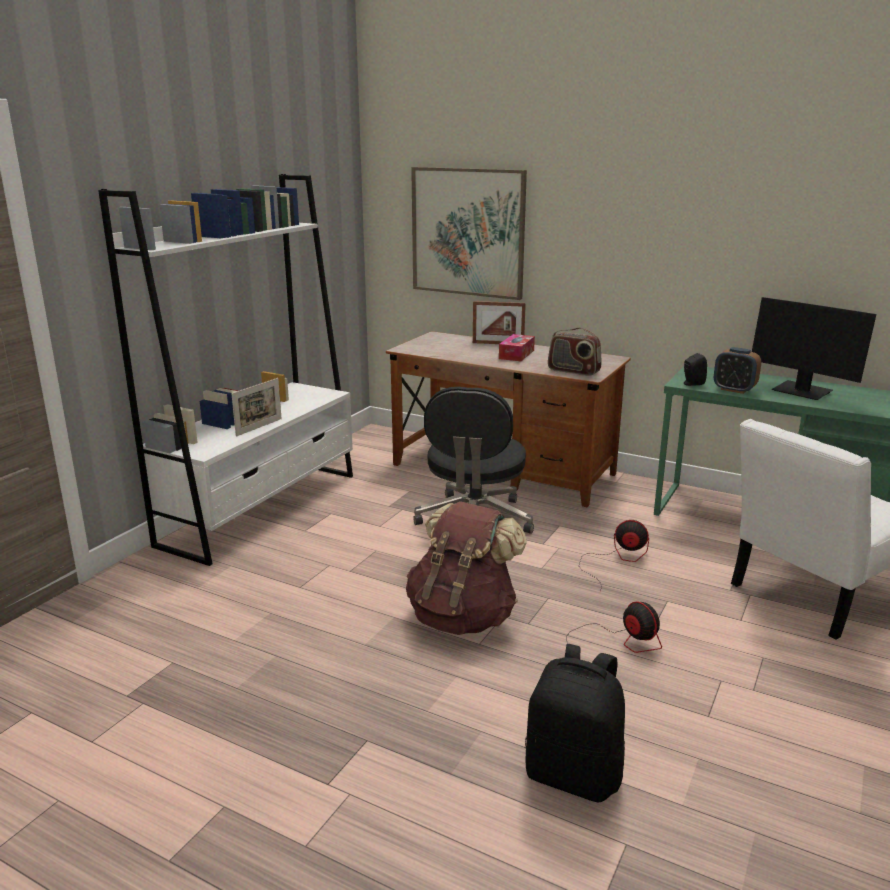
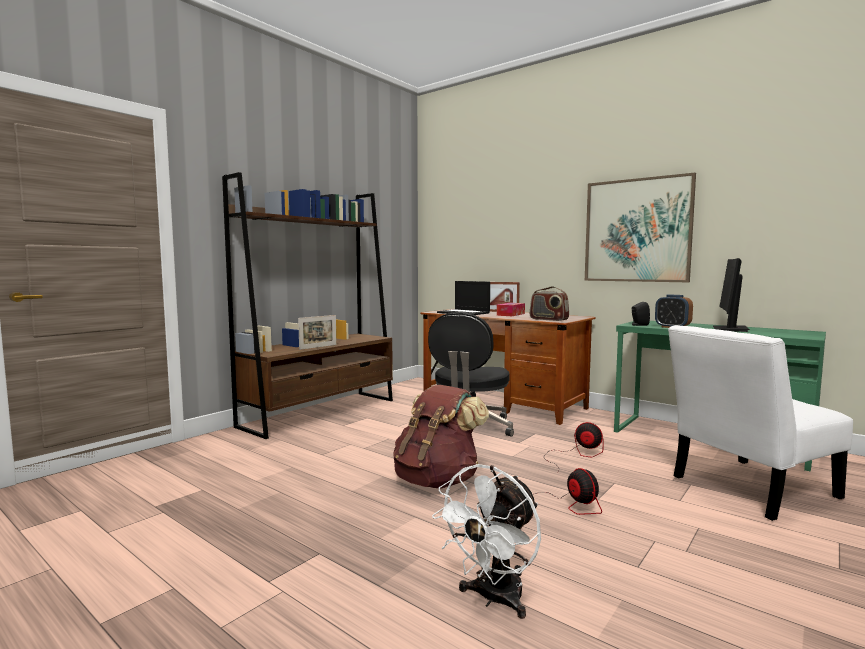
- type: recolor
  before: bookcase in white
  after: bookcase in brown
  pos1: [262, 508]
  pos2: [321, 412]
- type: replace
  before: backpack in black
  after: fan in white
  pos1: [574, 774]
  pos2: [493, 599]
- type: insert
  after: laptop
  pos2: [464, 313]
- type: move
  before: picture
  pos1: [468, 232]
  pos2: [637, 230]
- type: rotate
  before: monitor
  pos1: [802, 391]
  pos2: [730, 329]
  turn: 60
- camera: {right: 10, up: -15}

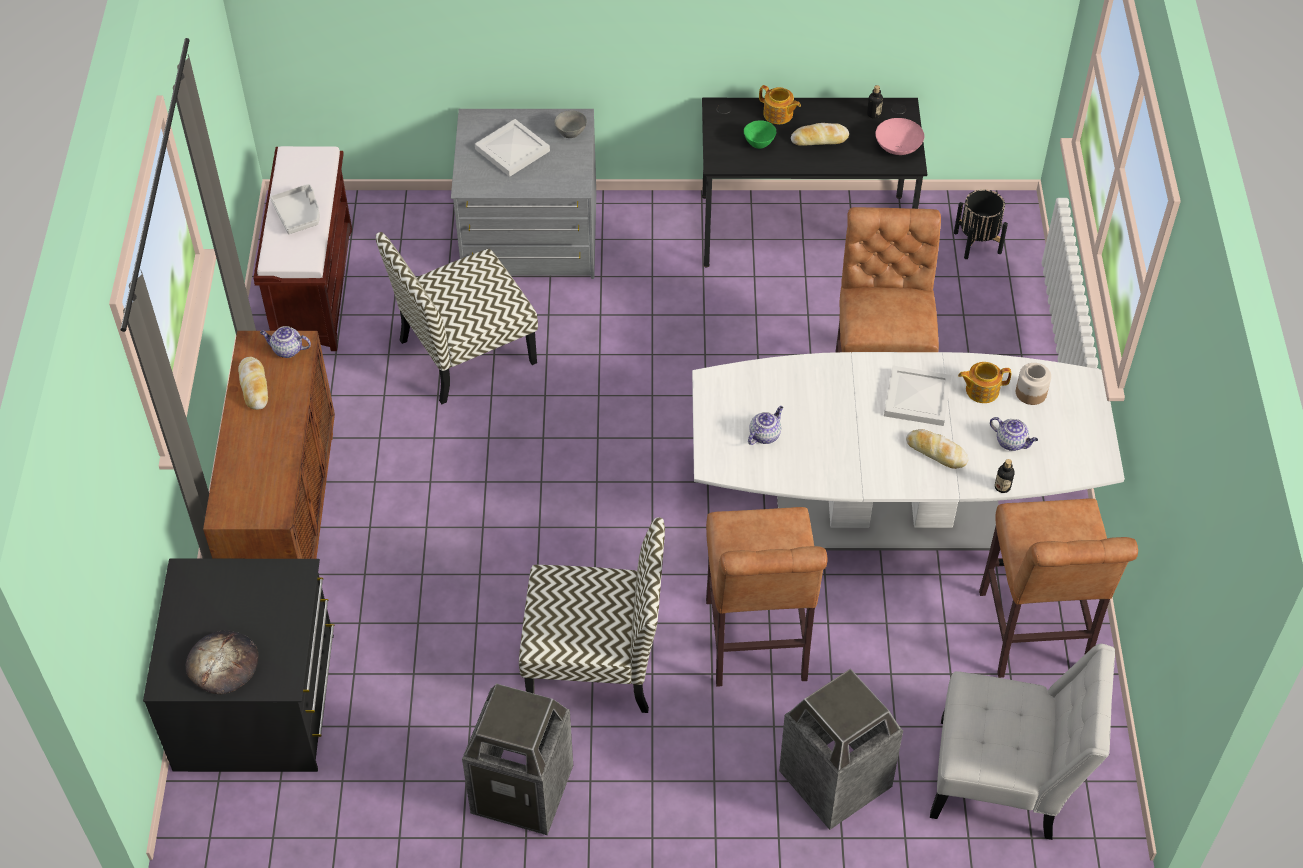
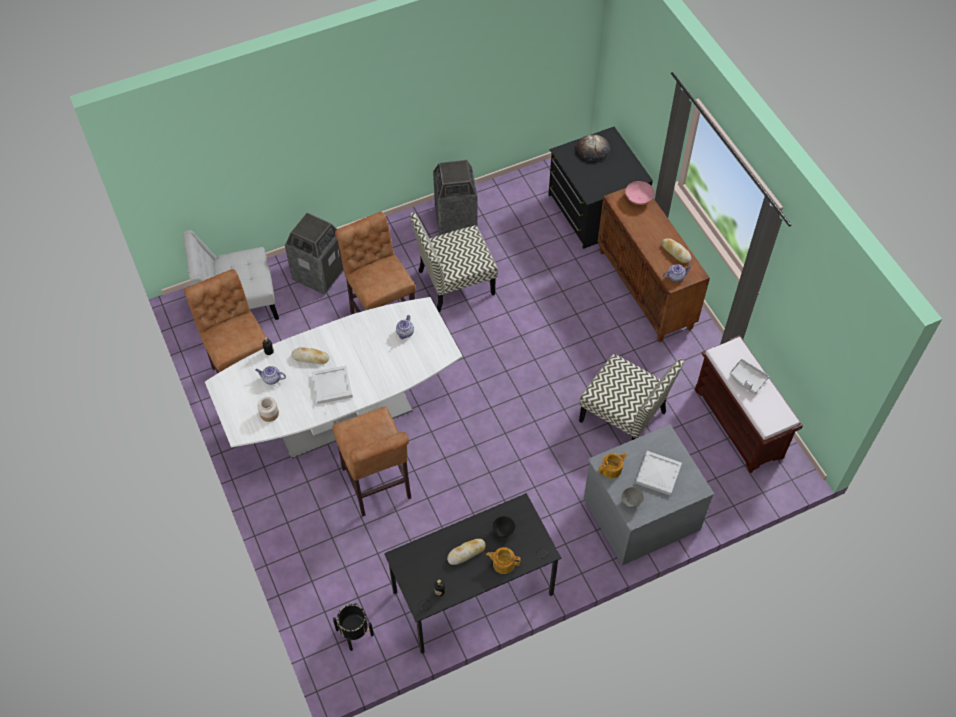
- type: recolor
  before: bowl in green
  after: bowl in black
  pos1: [759, 144]
  pos2: [503, 531]
- type: rotate
  before: chair
  pos1: [465, 353]
  pos2: [624, 417]
  turn: 90
- type: move
  before: teapot
  pos1: [981, 390]
  pos2: [612, 469]
- type: move
  before: bowl in pink
  pos1: [898, 148]
  pos2: [638, 199]
- camera: {right: 155, up: 5}

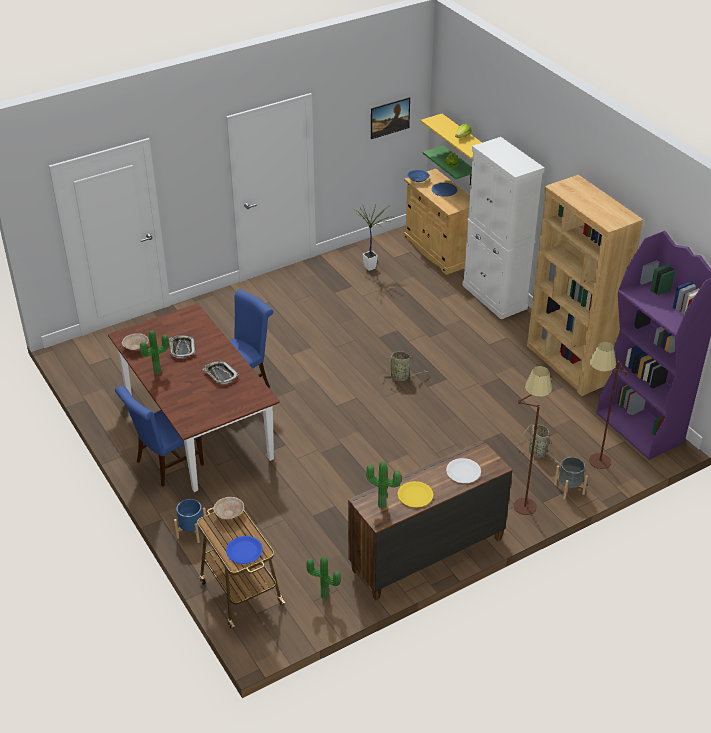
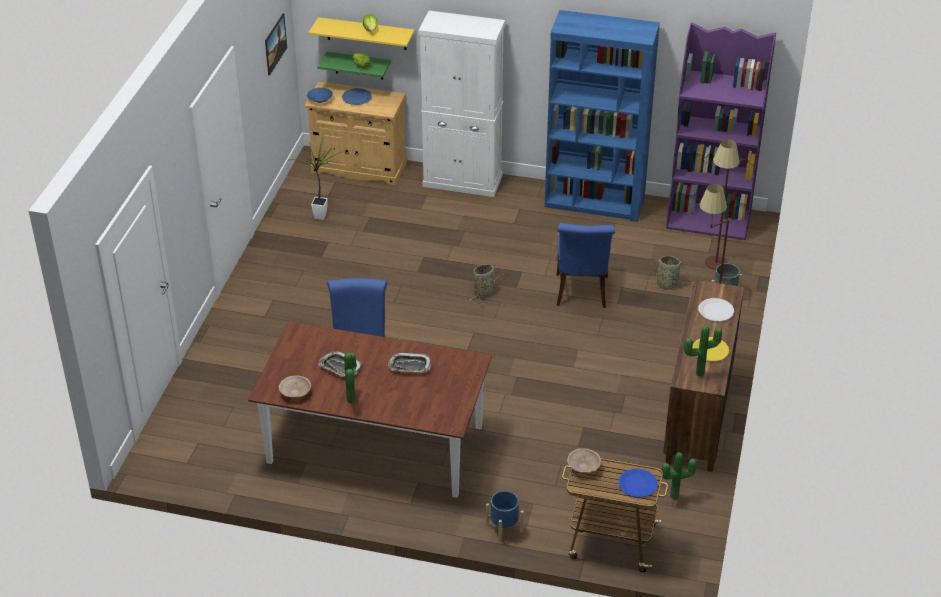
- type: recolor
  before: bookcase in brown
  after: bookcase in blue
  pos1: [568, 364]
  pos2: [595, 202]
- type: move
  before: chair in blue
  pos1: [166, 464]
  pos2: [581, 293]
- camera: {right: -45, up: 0}

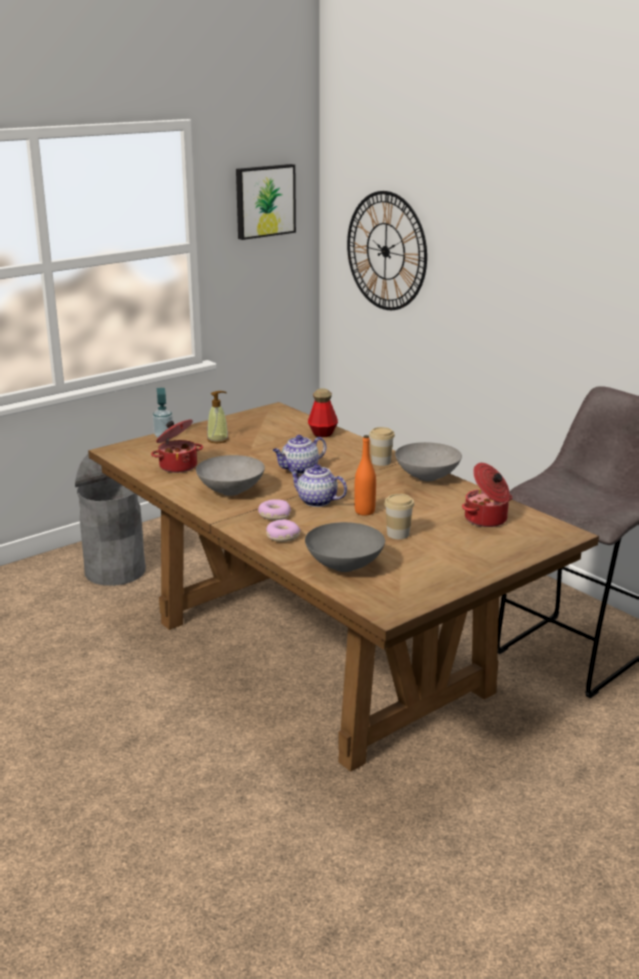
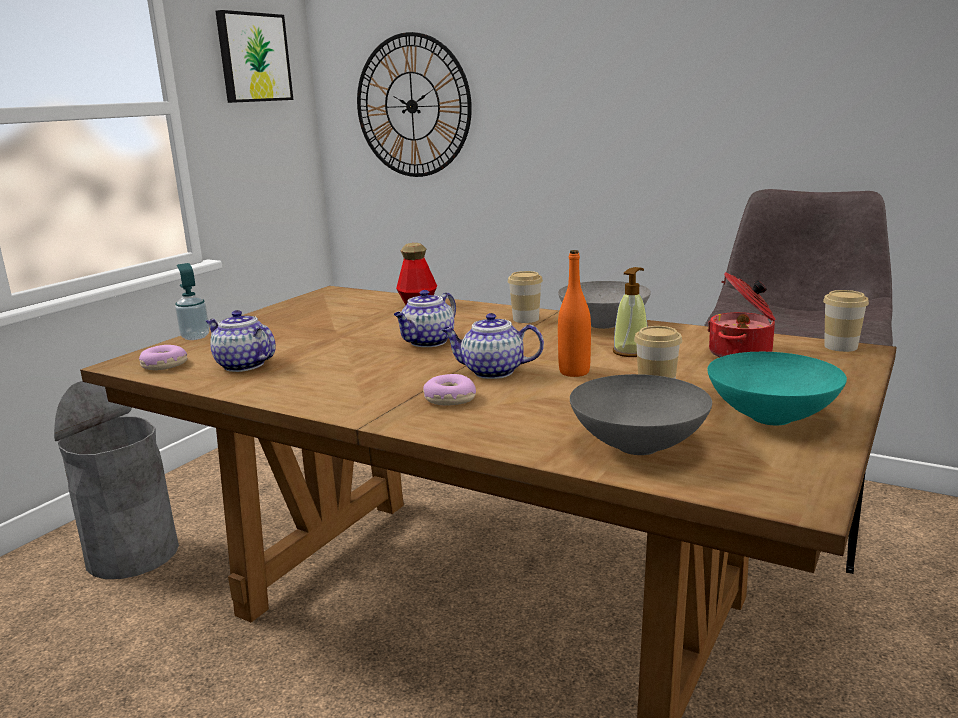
- type: move
  before: donut
  pos1: [282, 536]
  pos2: [163, 365]
- type: replace
  before: cooking pot
  after: teapot
  pos1: [178, 466]
  pos2: [242, 365]
- type: move
  before: soap dispenser
  pos1: [218, 440]
  pos2: [631, 352]
- type: insert
  after: bowl in turquoise
  pos2: [773, 418]
- type: insert
  after: cup
  pos2: [840, 346]
- type: delete
  before: bowl in grey
  pos1: [230, 491]
- camera: {right: -20, up: -5}

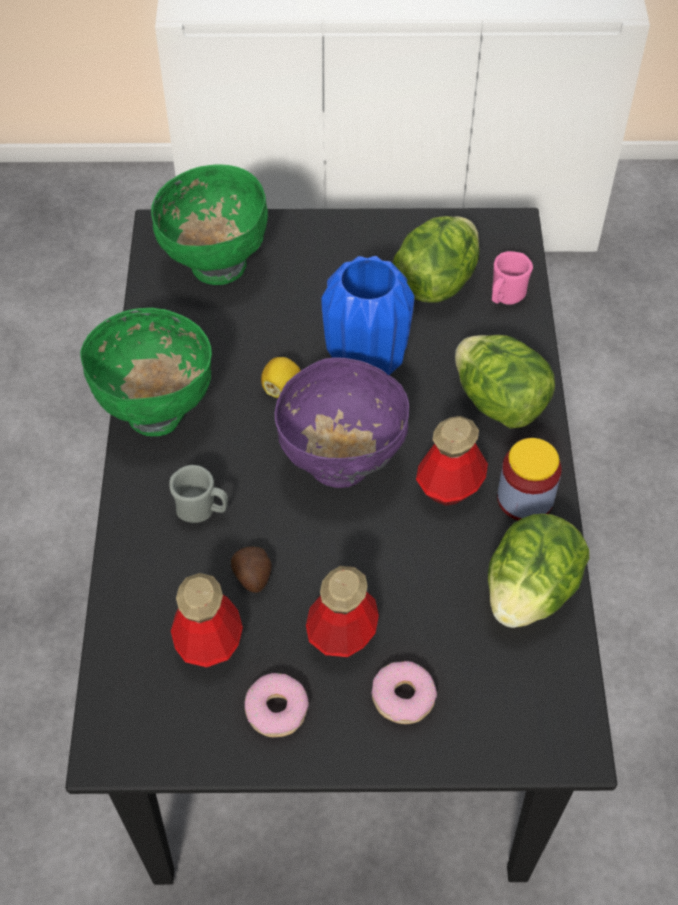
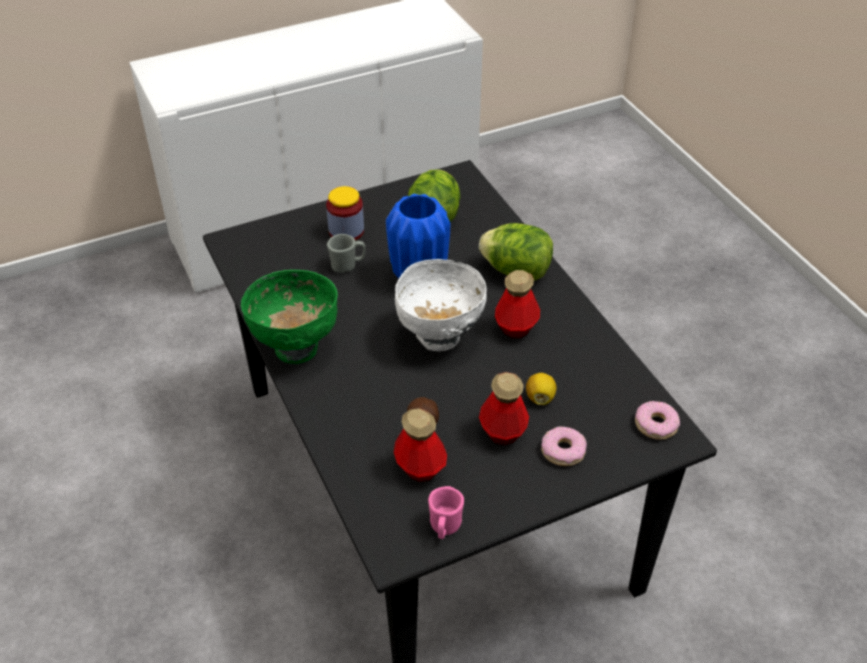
- type: move
  before: jar
  pos1: [525, 498]
  pos2: [346, 231]
- type: move
  before: mug in grey
  pos1: [202, 510]
  pos2: [347, 265]
- type: recolor
  before: bowl in purple
  after: bowl in white
  pos1: [340, 464]
  pos2: [439, 337]
- type: move
  before: mug in pink
  pos1: [505, 297]
  pos2: [444, 528]
- type: move
  before: lemon
  pos1: [281, 388]
  pos2: [540, 398]
- type: move
  before: donut
  pos1: [276, 709]
  pos2: [655, 425]
- type: delete
  before: bowl in green
  pos1: [216, 264]
- type: delete
  before: lettuce
  pos1: [530, 592]
- camera: {right: -25, up: -10}

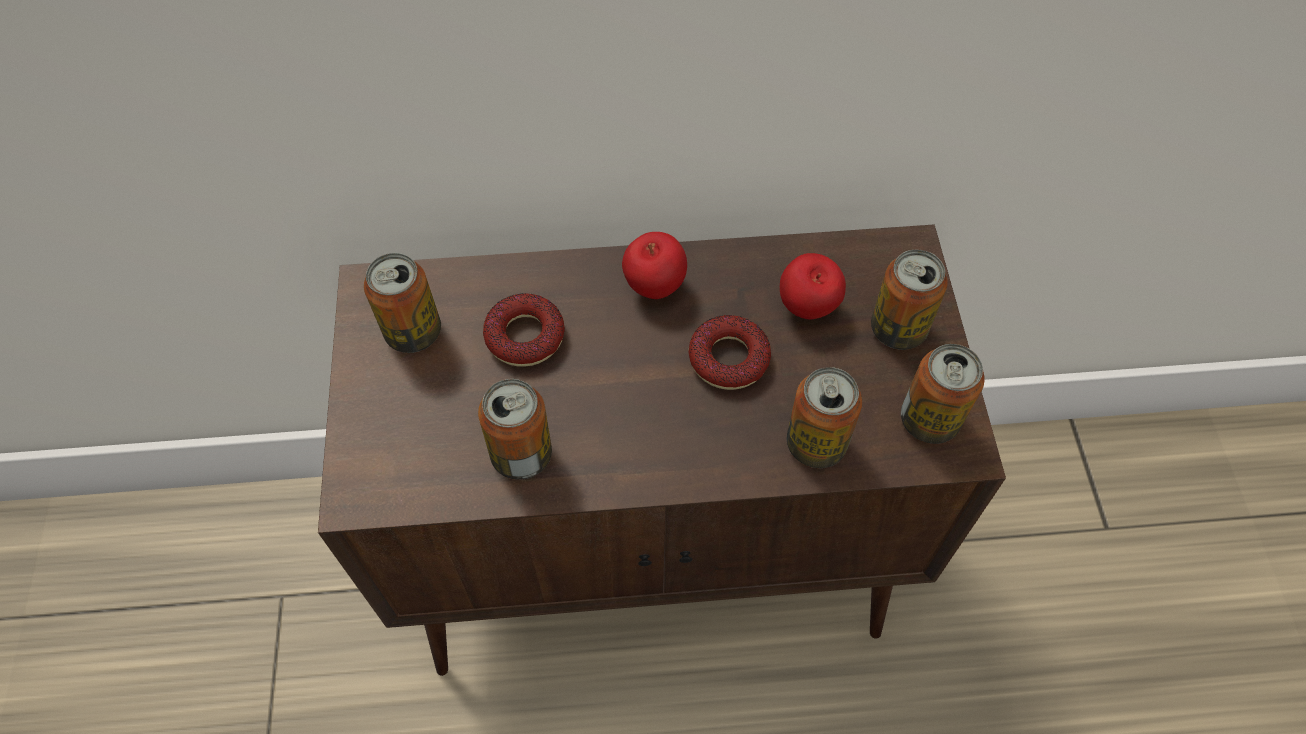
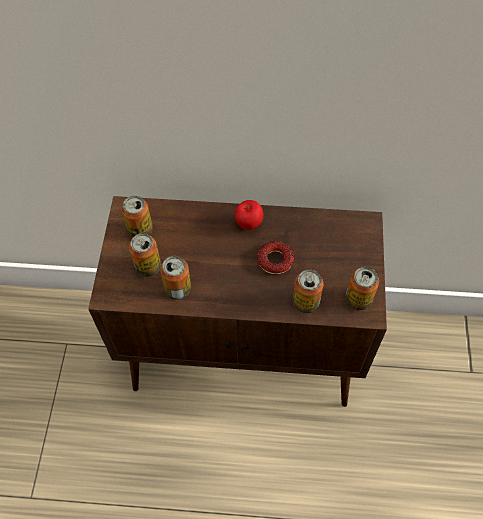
- type: move
  before: can
  pos1: [898, 329]
  pos2: [148, 267]
- type: delete
  before: donut
  pos1: [525, 336]
- type: delete
  before: apple
  pos1: [807, 308]
- camera: {right: 10, up: 0}

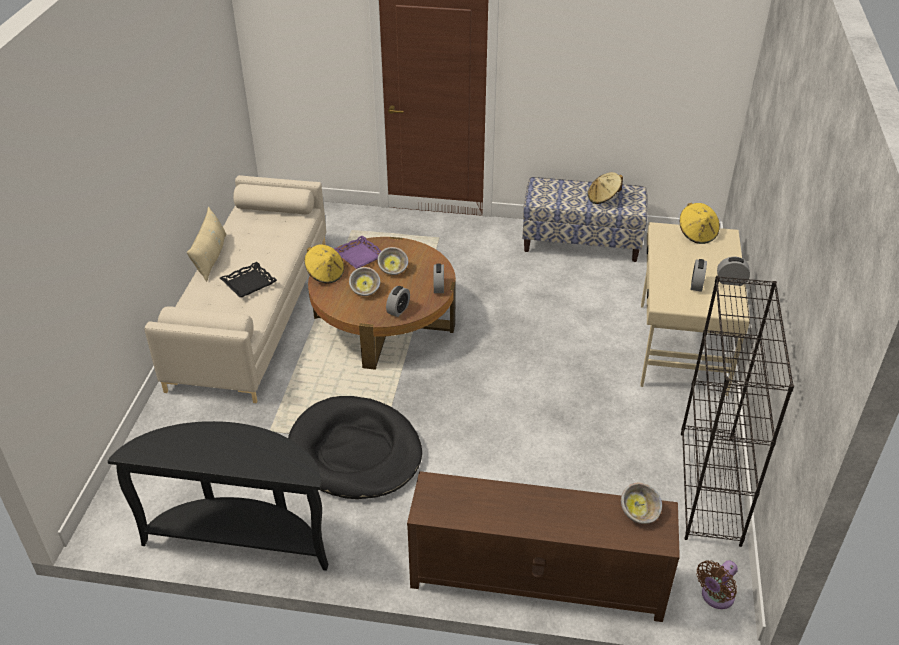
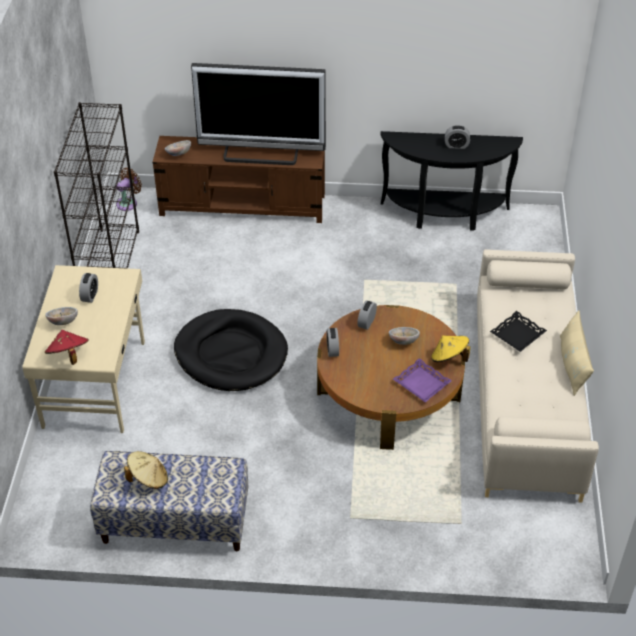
- type: move
  before: bowl
  pos1: [393, 270]
  pos2: [63, 322]
- type: recolor
  before: hat in yellow
  after: hat in red
  pos1: [697, 234]
  pos2: [68, 356]
- type: move
  before: dog bed in black
  pos1: [355, 452]
  pos2: [231, 354]
- type: insert
  after: television
  pos2: [261, 153]
- type: move
  before: alarm clock
  pos1: [731, 281]
  pos2: [456, 145]
- camera: {right: 175, up: 5}

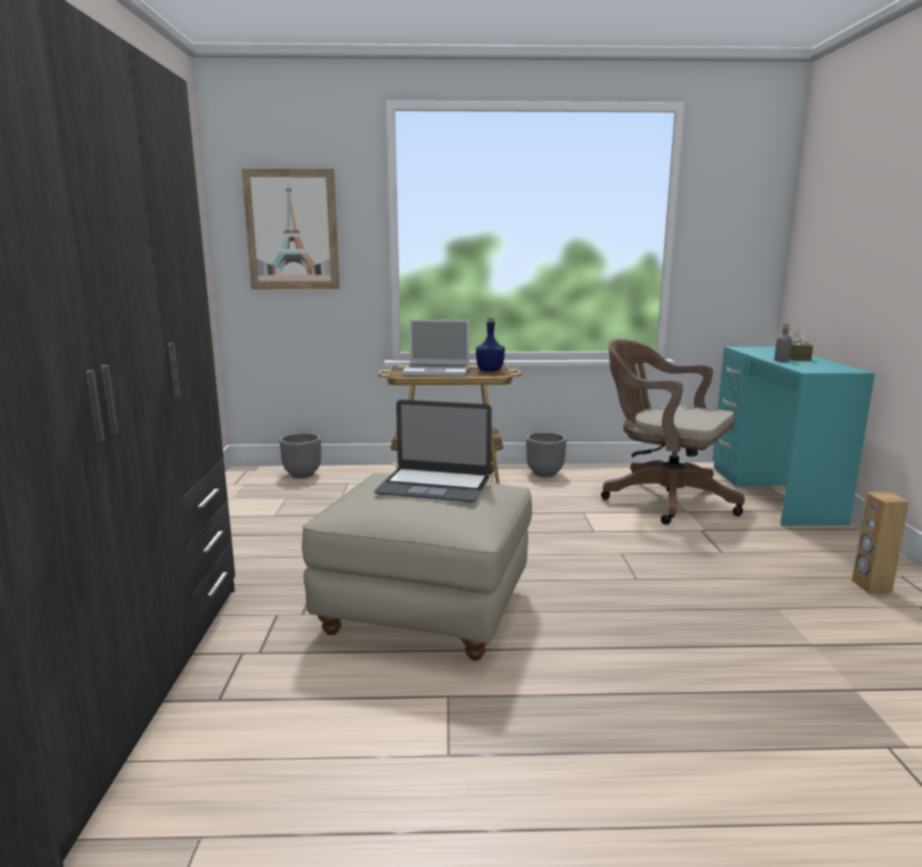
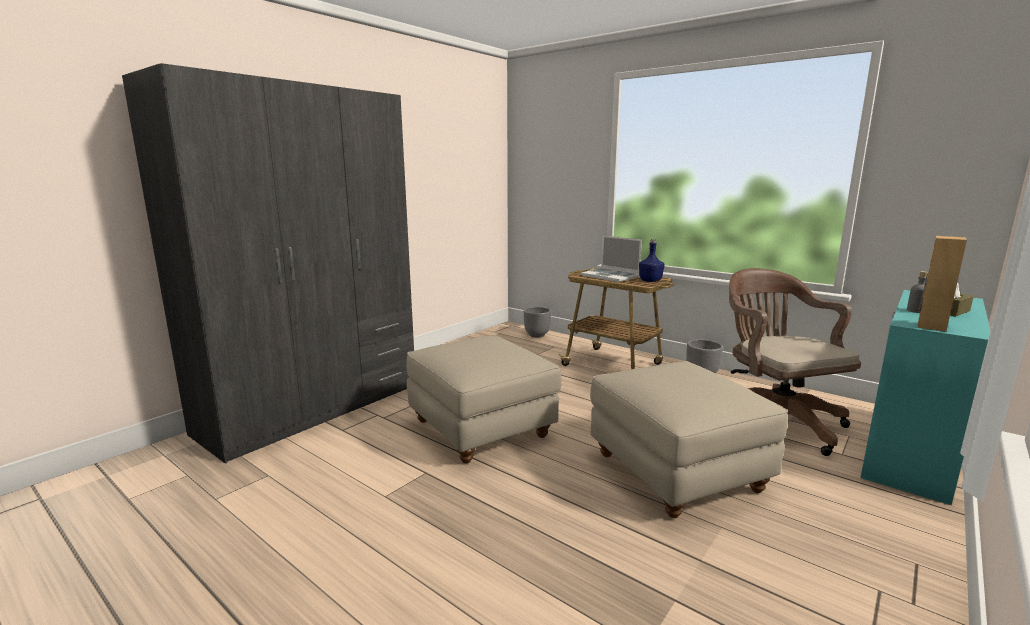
- type: insert
  after: ottoman in beige
  pos2: [675, 472]
- type: move
  before: speaker in brown
  pos1: [871, 586]
  pos2: [931, 326]
- type: delete
  before: picture
  pos1: [292, 230]
- type: delete
  before: laptop
  pos1: [434, 485]
- camera: {right: 40, up: 0}

